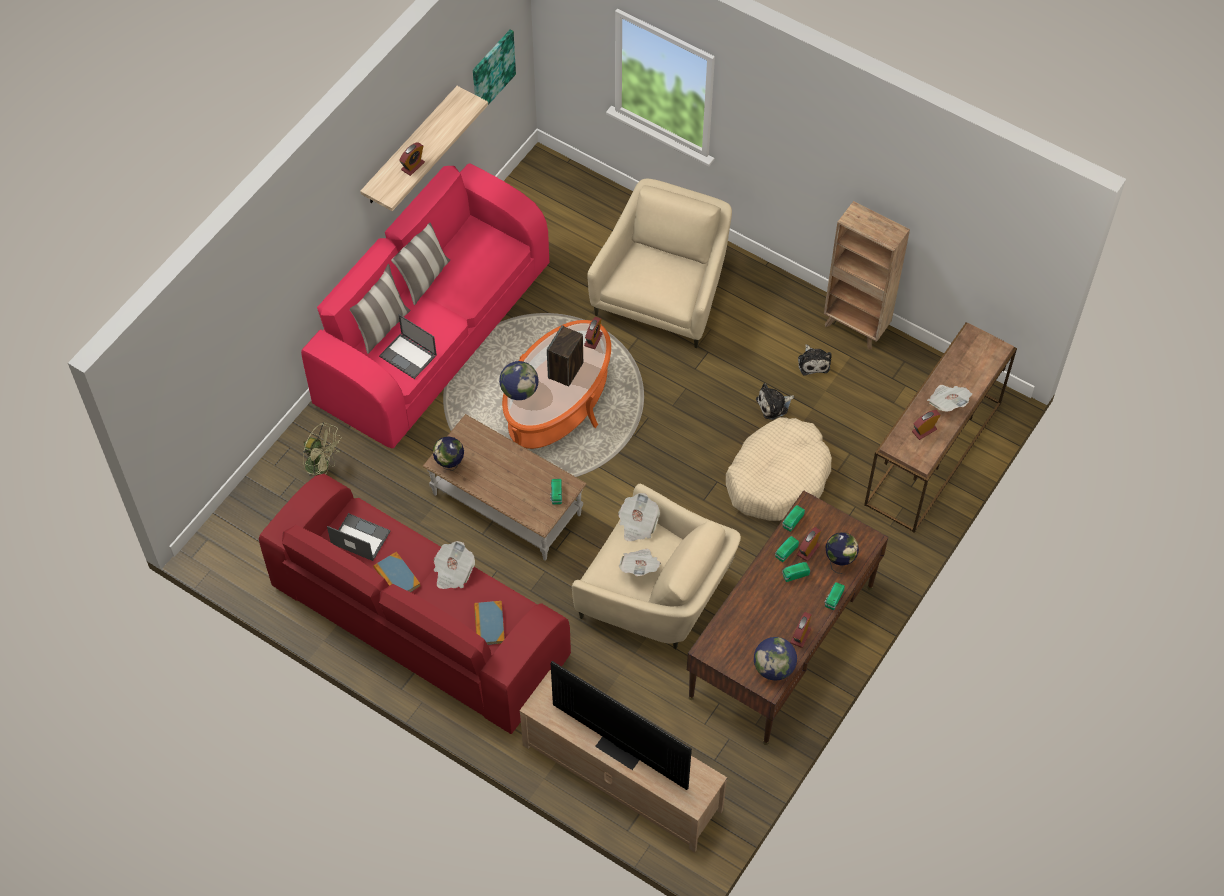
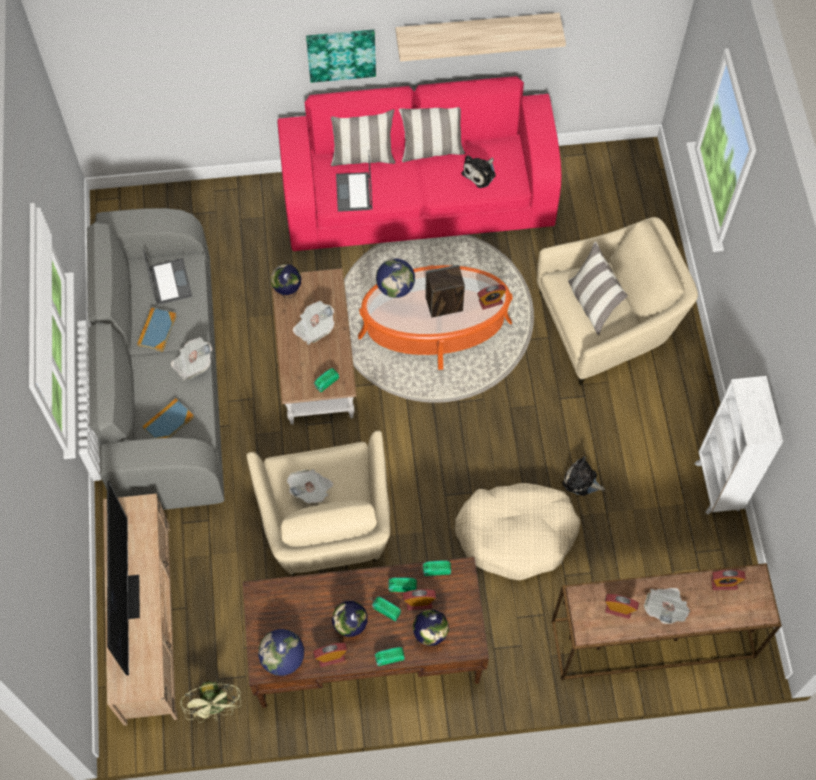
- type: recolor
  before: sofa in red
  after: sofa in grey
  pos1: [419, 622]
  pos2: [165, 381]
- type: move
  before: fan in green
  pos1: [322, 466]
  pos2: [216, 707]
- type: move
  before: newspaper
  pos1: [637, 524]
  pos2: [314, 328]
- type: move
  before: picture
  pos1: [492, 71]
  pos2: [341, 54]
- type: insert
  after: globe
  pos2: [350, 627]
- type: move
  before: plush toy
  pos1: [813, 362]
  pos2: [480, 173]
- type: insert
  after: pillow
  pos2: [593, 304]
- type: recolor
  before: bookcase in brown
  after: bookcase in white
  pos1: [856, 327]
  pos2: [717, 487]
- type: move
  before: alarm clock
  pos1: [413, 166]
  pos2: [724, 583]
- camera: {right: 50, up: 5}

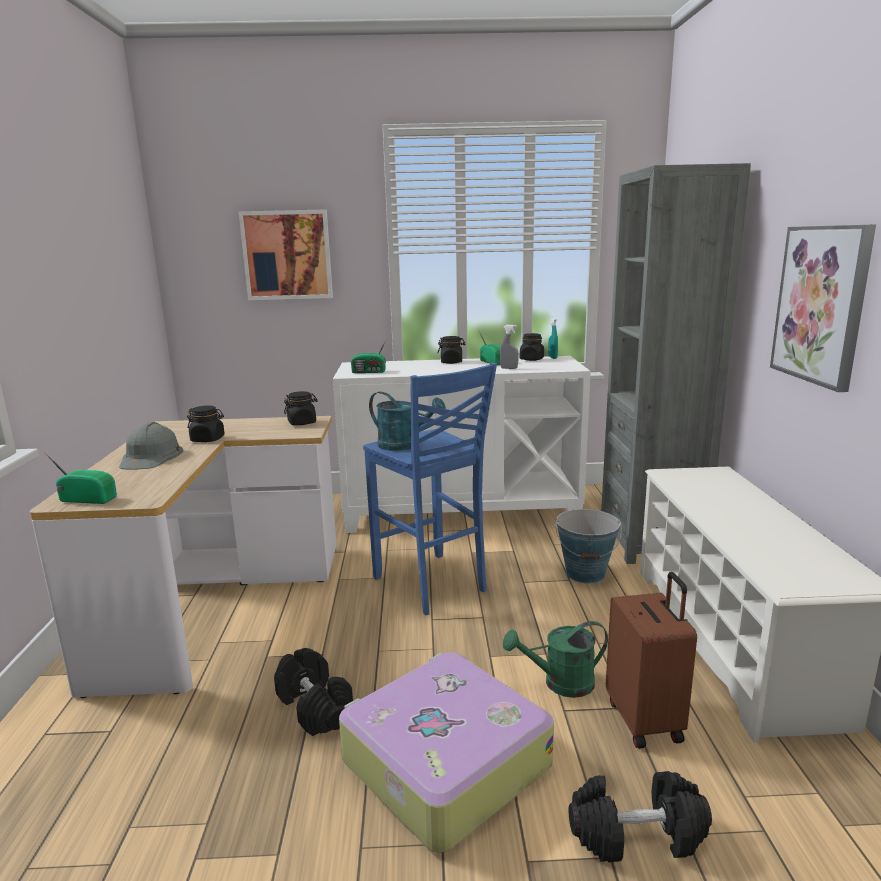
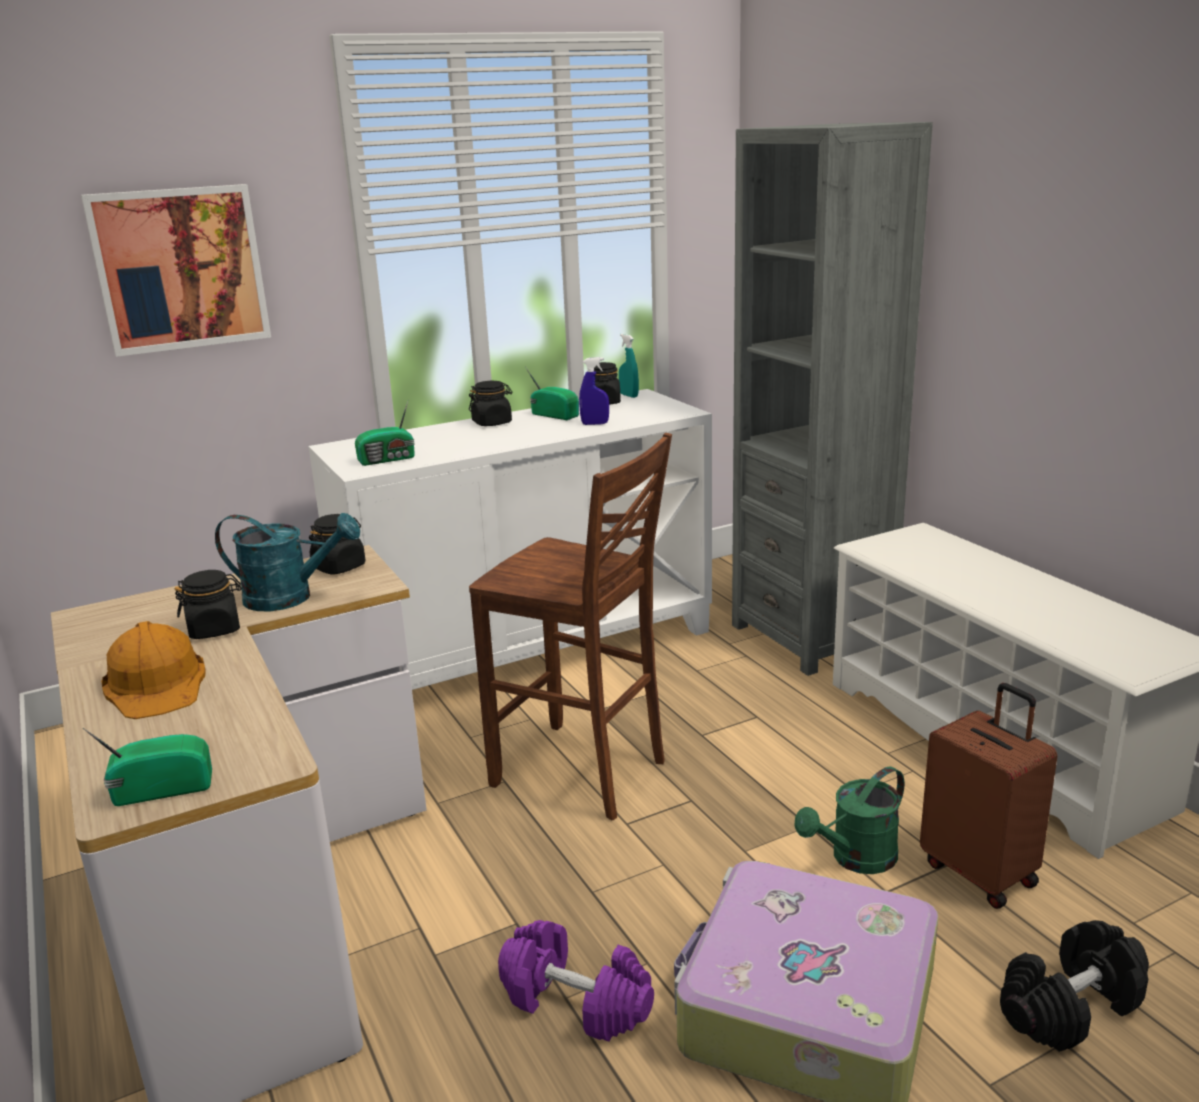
- type: recolor
  before: hard hat in grey
  after: hard hat in orange
  pos1: [151, 456]
  pos2: [156, 683]
- type: move
  before: watering can in turquoise
  pos1: [404, 446]
  pos2: [290, 597]
- type: recolor
  before: stool in blue
  after: stool in brown
  pos1: [431, 585]
  pos2: [583, 773]
- type: recolor
  before: dumbbell in black
  after: dumbbell in purple
  pos1: [315, 707]
  pos2: [577, 1001]
- type: recolor
  before: spray bottle in grey
  after: spray bottle in blue
  pos1: [509, 368]
  pos2: [595, 424]
- type: delete
  before: bucket
  pos1: [585, 573]
- type: delete
  before: picture
  pos1: [821, 304]
- camera: {right: -25, up: 5}

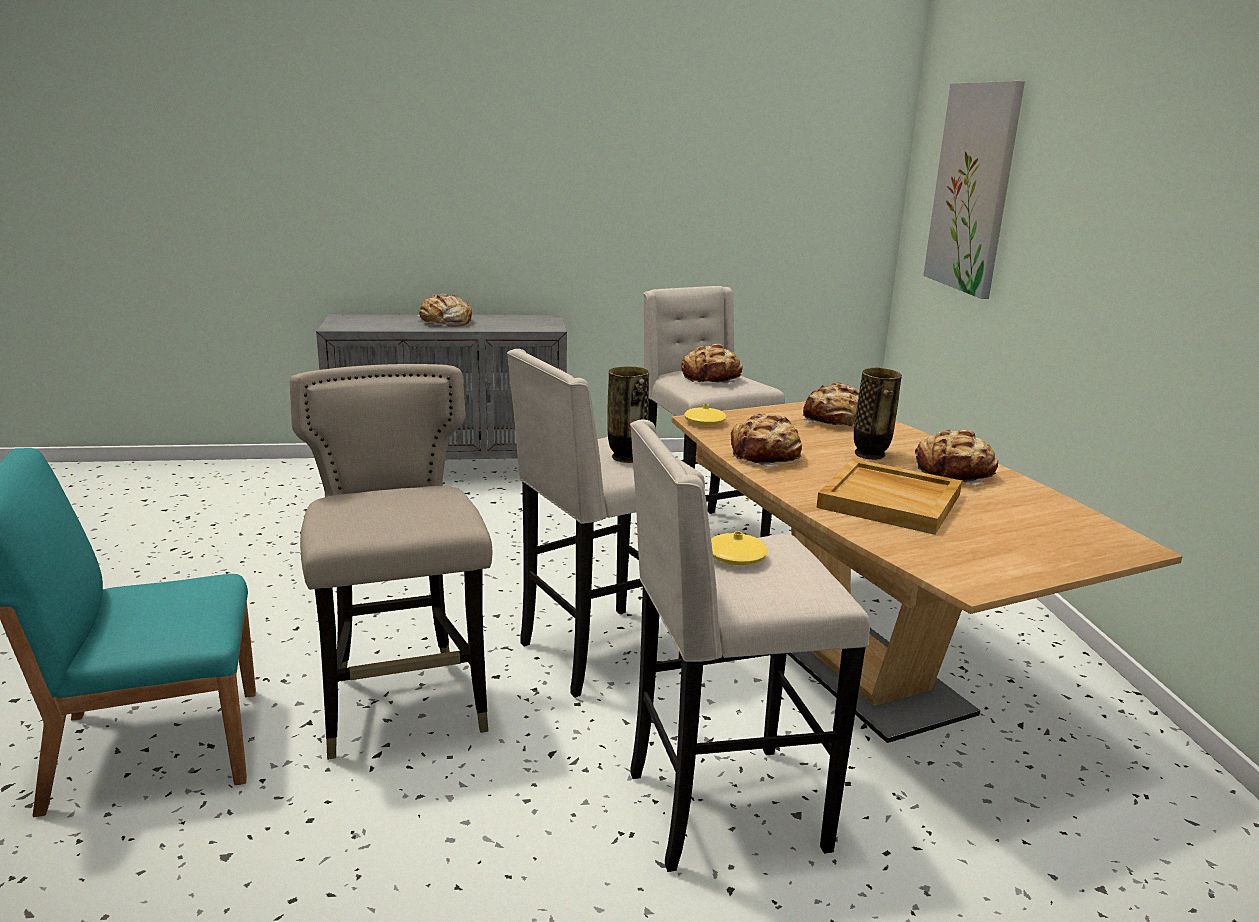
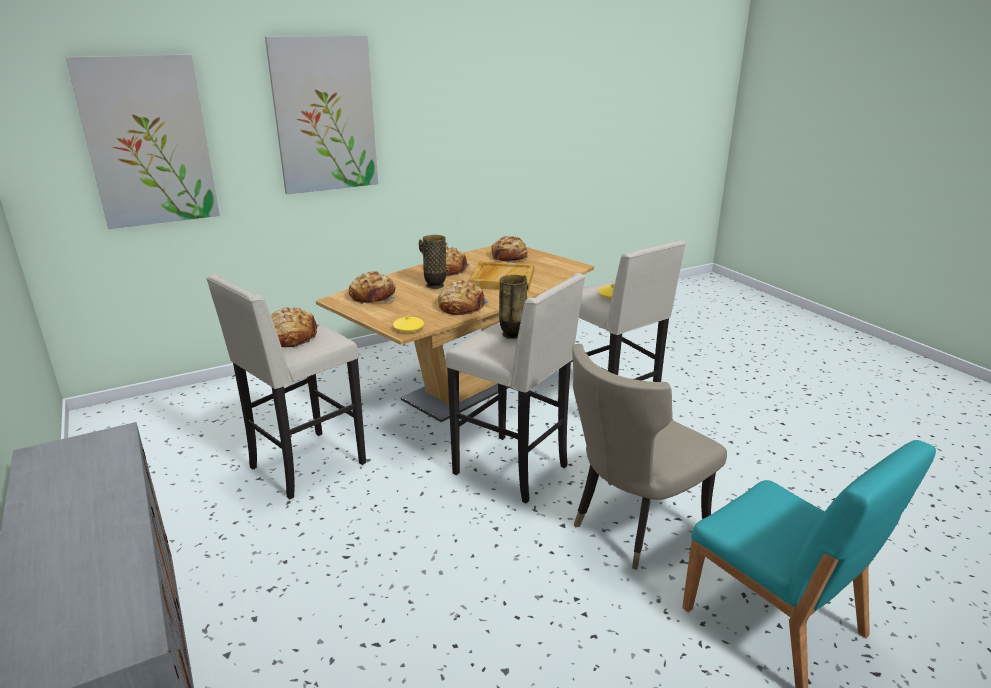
- type: insert
  after: picture
  pos2: [324, 115]
- type: move
  before: bread
  pos1: [445, 322]
  pos2: [510, 258]
- type: replace
  before: stool in beige
  after: chair in beige
  pos1: [403, 707]
  pos2: [632, 527]
- camera: {right: -110, up: 5}

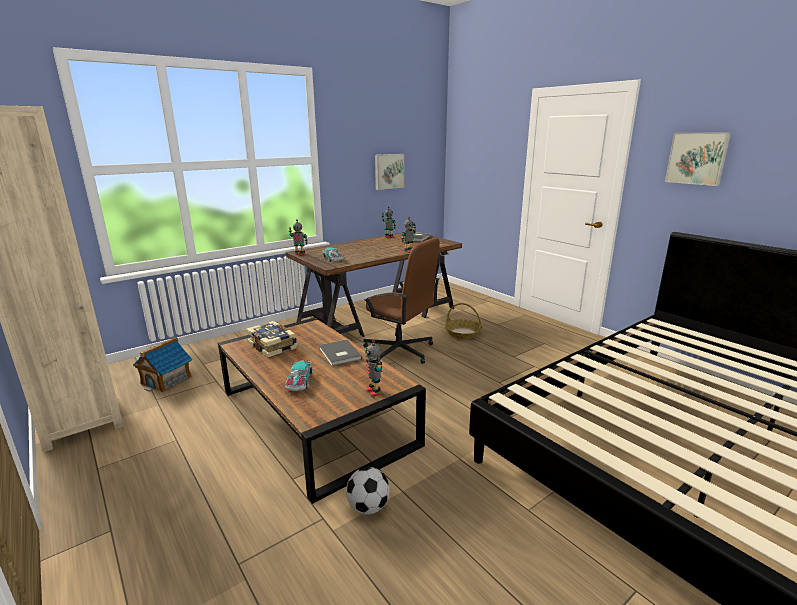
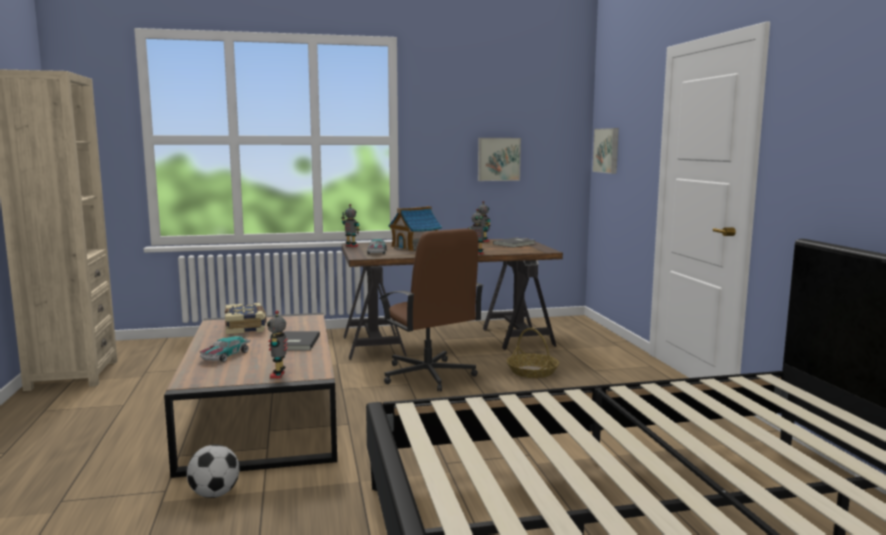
- type: move
  before: toy house
  pos1: [167, 380]
  pos2: [415, 247]
- type: move
  before: picture
  pos1: [697, 158]
  pos2: [607, 150]
- camera: {right: 25, up: -10}

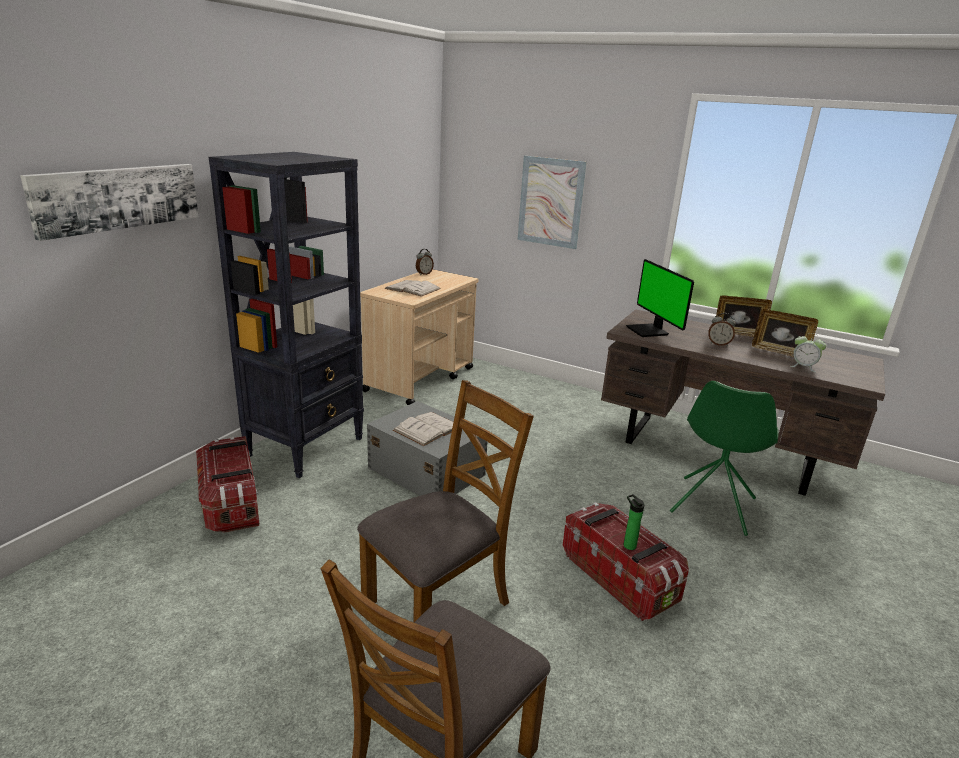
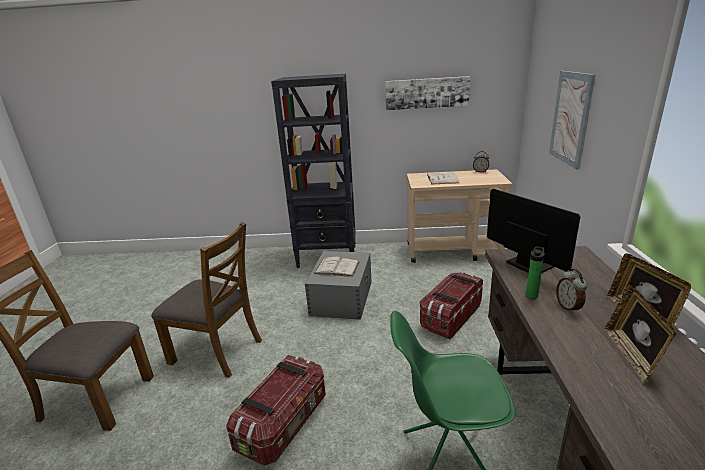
- type: move
  before: picture
  pos1: [117, 198]
  pos2: [426, 93]
- type: move
  before: storage box
  pos1: [231, 503]
  pos2: [450, 317]
- type: rotate
  before: monitor
  pos1: [649, 331]
  pos2: [529, 264]
  turn: 105
- type: move
  before: bottle
  pos1: [628, 544]
  pos2: [532, 294]
- type: delete
  before: alarm clock
  pos1: [803, 367]
- camera: {right: 65, up: 0}

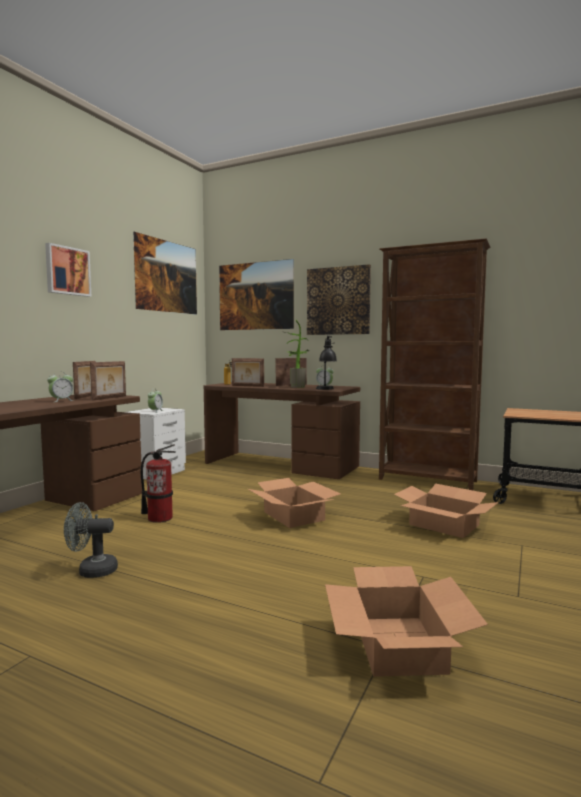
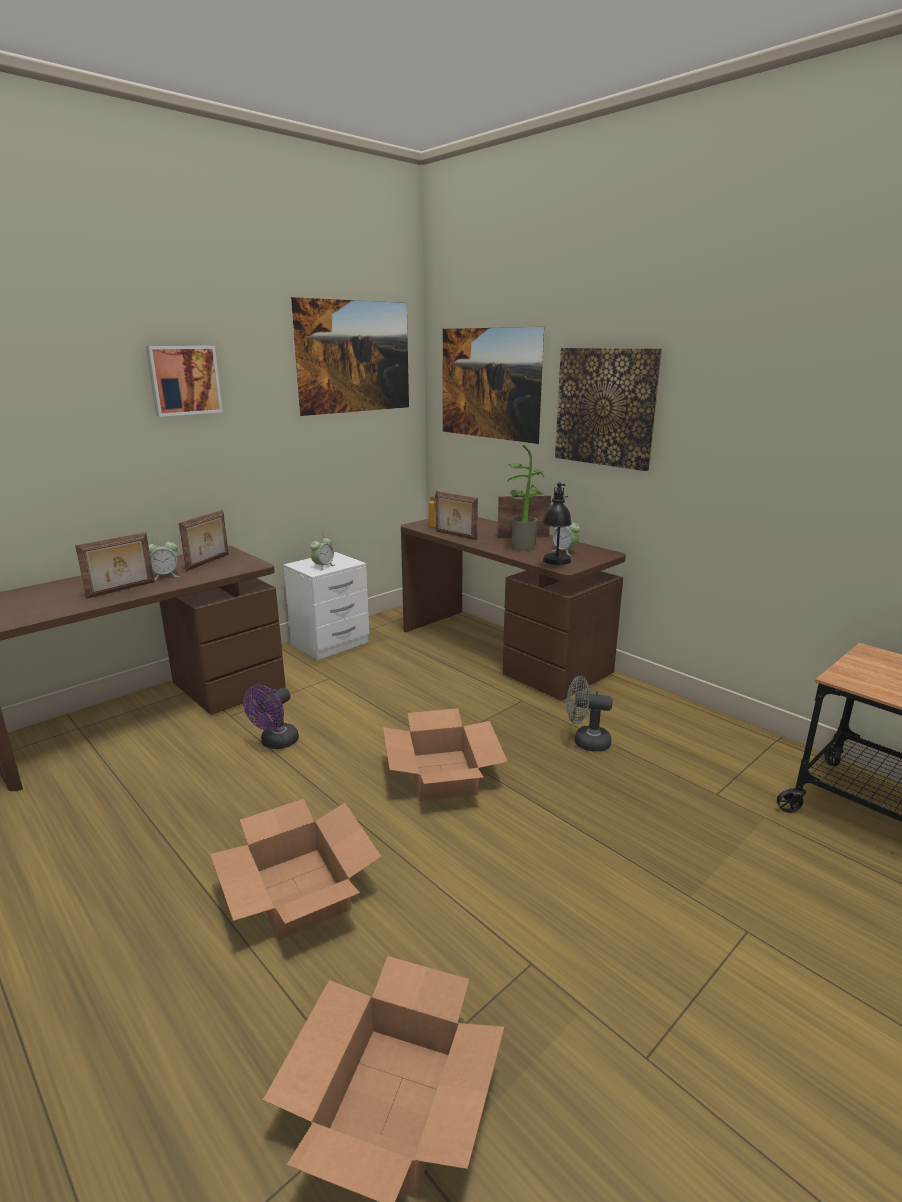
- type: move
  before: picture frame
  pos1: [110, 398]
  pos2: [122, 590]
- type: move
  before: cardboard box
  pos1: [444, 525]
  pos2: [299, 892]
- type: replace
  before: fire extinguisher
  after: fan in purple
  pos1: [160, 518]
  pos2: [275, 743]
- type: move
  before: fan in grey
  pos1: [91, 571]
  pos2: [585, 741]
- type: delete
  before: bookcase in brown
  pos1: [428, 480]
- camera: {right: 20, up: 15}

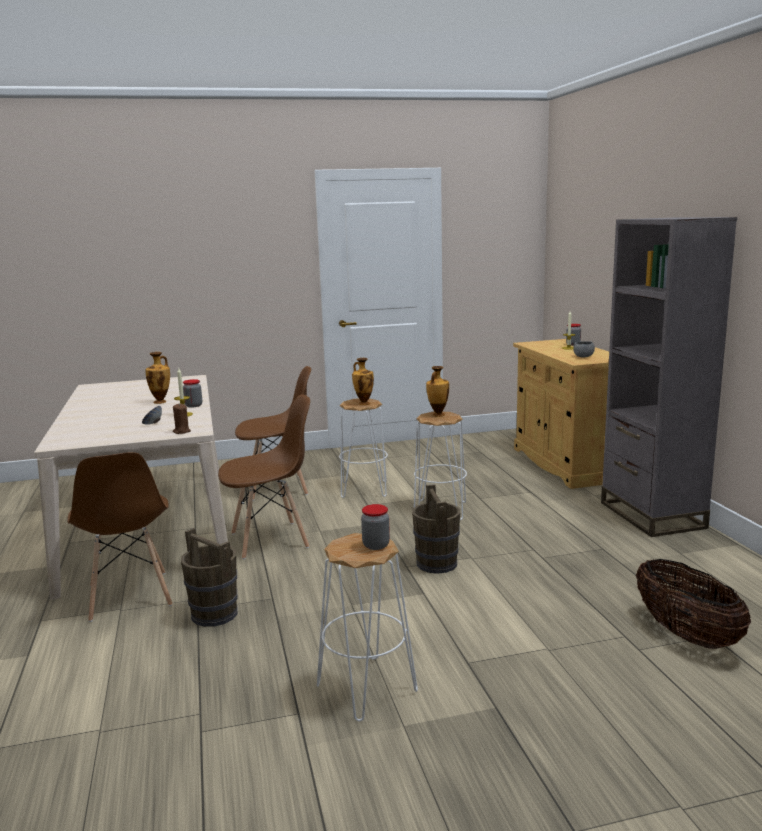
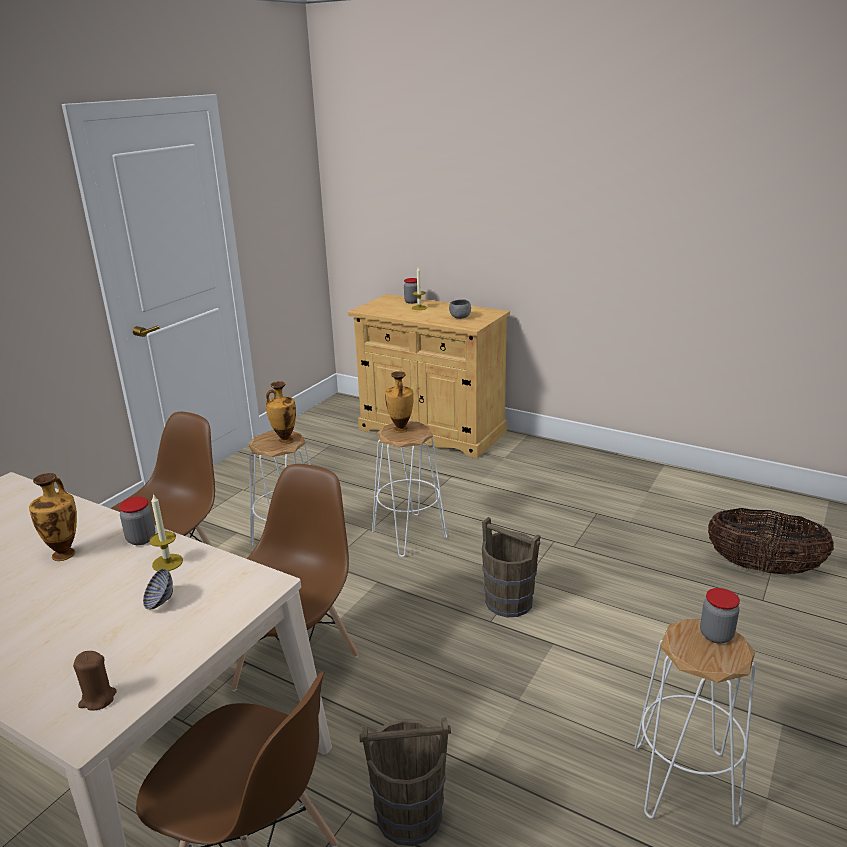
- type: move
  before: candle in brown
  pos1: [181, 431]
  pos2: [97, 699]
- type: delete
  before: bookcase in grey
  pos1: [651, 515]
- camera: {right: -45, up: 10}

